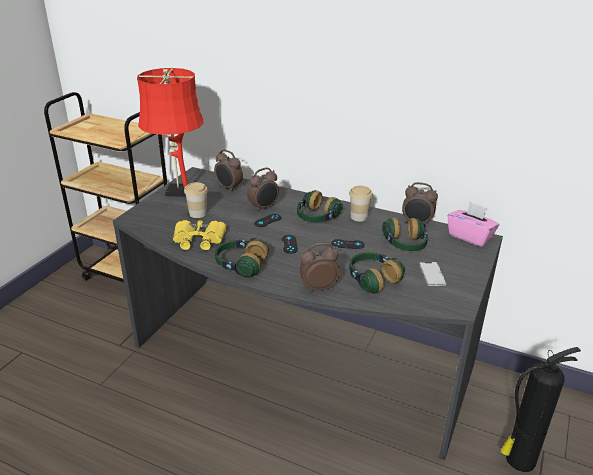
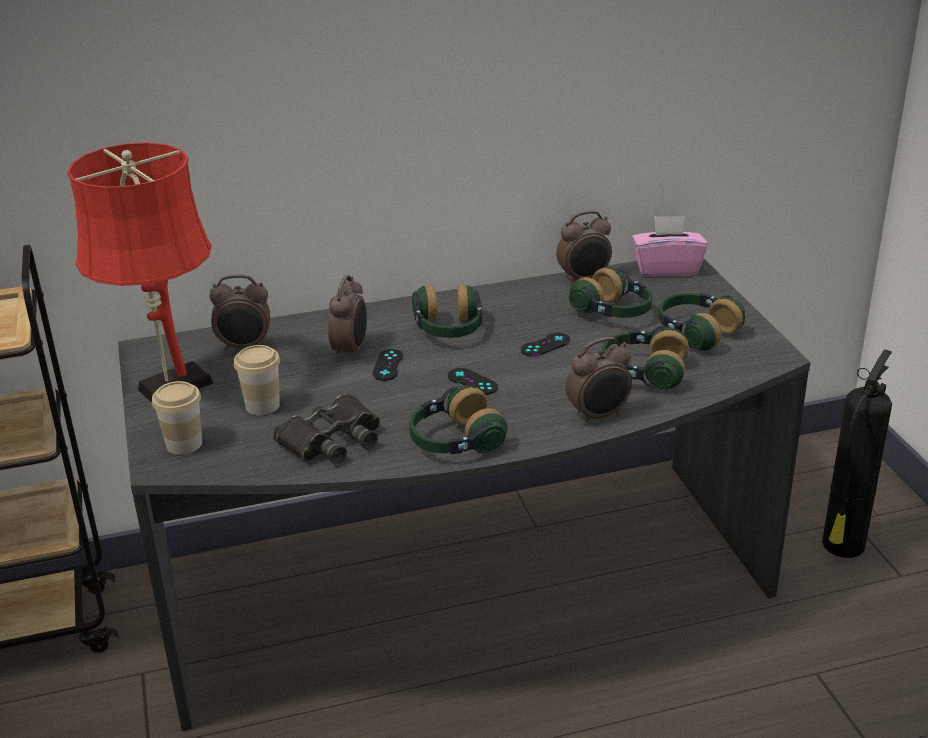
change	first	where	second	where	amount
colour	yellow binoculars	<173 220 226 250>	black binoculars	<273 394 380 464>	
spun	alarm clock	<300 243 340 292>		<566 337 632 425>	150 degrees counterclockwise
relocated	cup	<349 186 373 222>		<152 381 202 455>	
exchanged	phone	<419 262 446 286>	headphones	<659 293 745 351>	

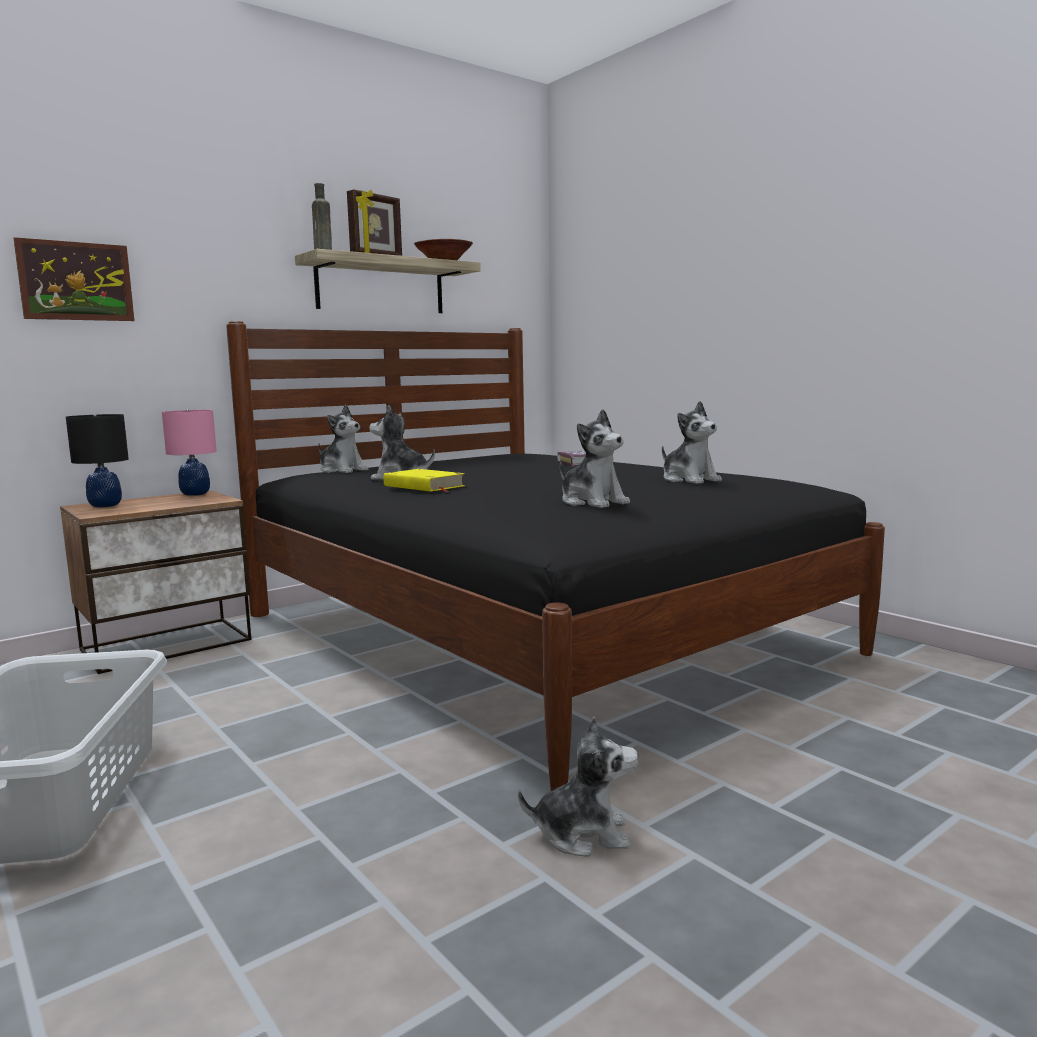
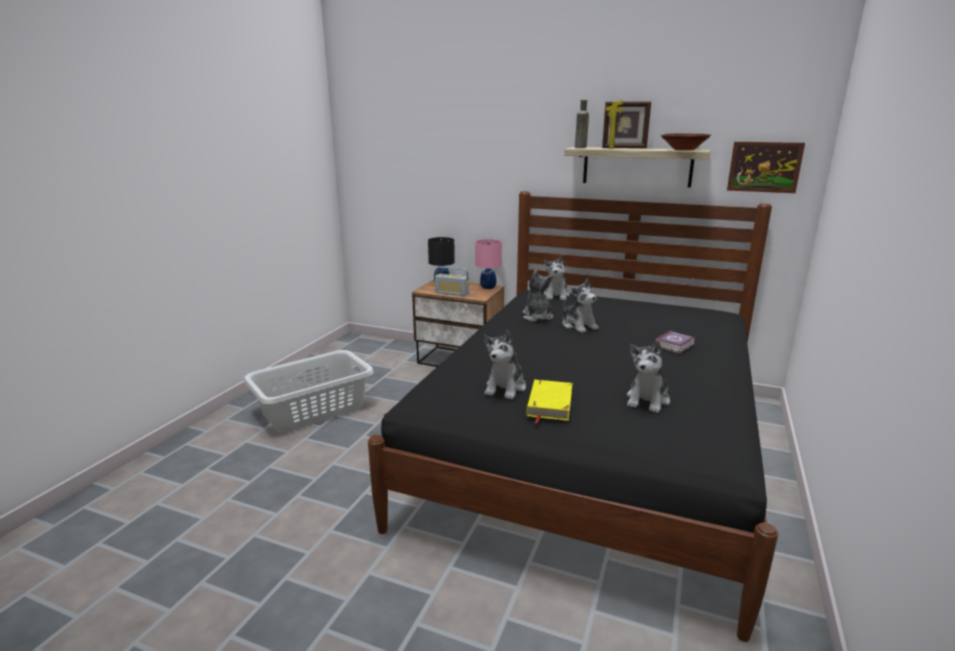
change	first	where	second	where	amount
relocated	picture	<14 237 135 321>		<727 142 805 193>	
relocated	yellow book	<383 469 465 492>		<526 380 572 423>	
relocated	plush toy	<518 716 638 857>		<562 278 599 333>	
appeared			radio	<435 266 469 296>	

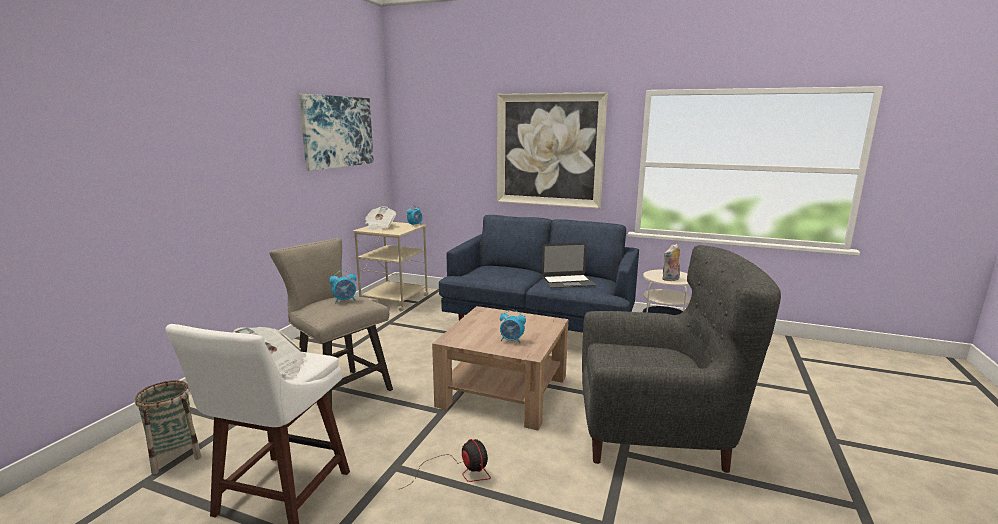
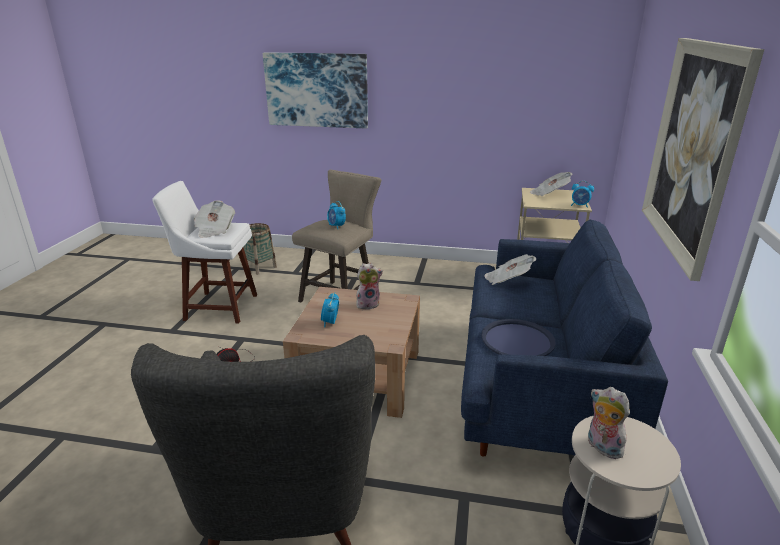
change	first	where	second	where	amount
relocated	picture	<299 94 374 171>		<263 52 368 128>	
exchanged	laptop	<542 242 596 288>	blue tray	<481 319 556 356>	
appeared			plush toy	<356 263 383 309>	
appeared			newspaper	<484 254 536 285>	

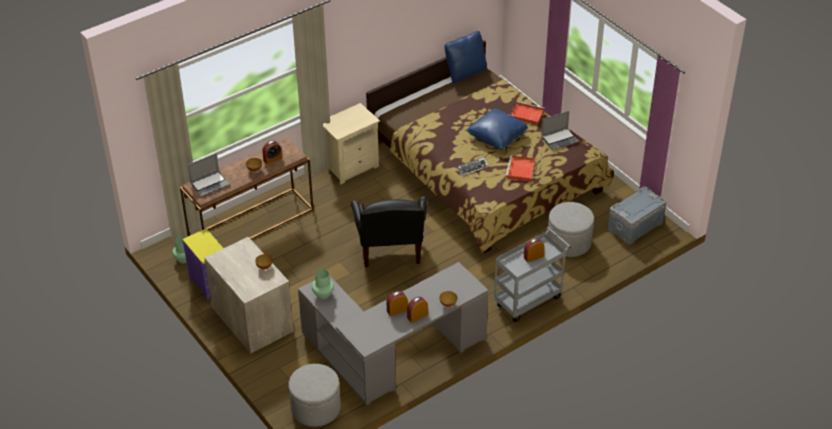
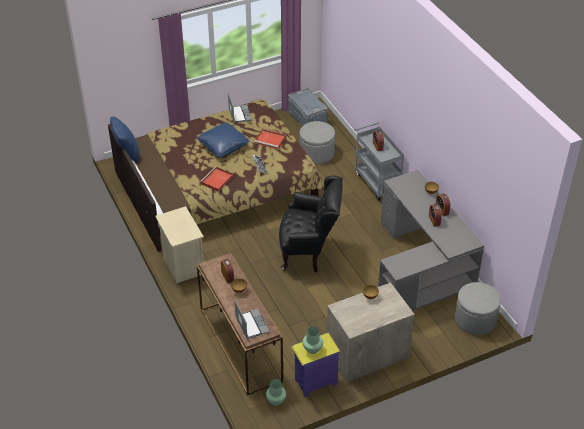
change	first	where	second	where	amount
relocated	green vase	<312 269 334 299>		<302 327 323 354>	
relocated	red tray	<510 101 545 125>		<200 167 233 192>	

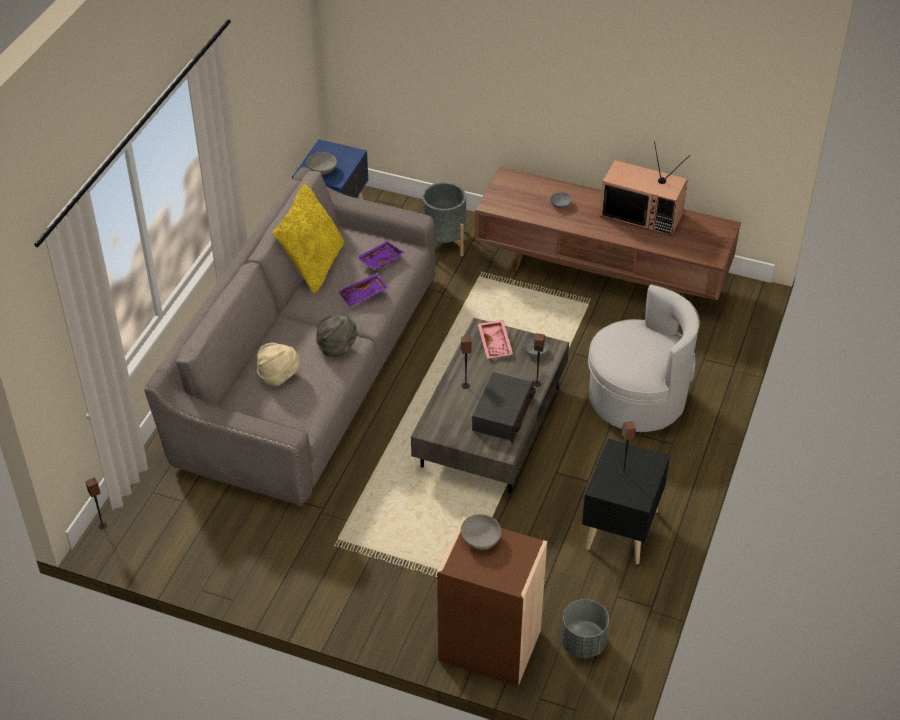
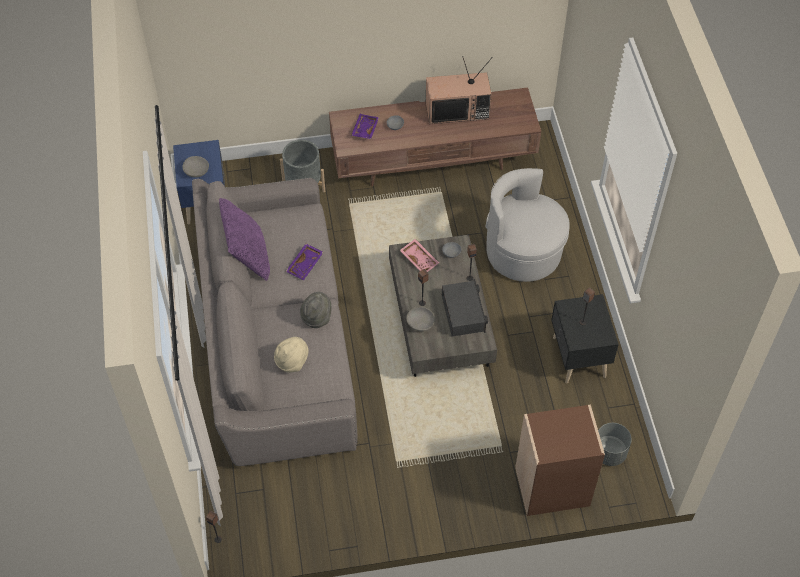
change	first	where	second	where	amount
colour	yellow pillow	<273 184 344 293>	purple pillow	<219 198 270 281>	
relocated	purple tray	<356 241 405 270>		<351 114 379 139>	
relocated	grey bowl	<461 514 501 550>		<406 307 435 331>	
spun	white armchair	<588 284 700 433>		<486 168 570 282>	105 degrees counterclockwise

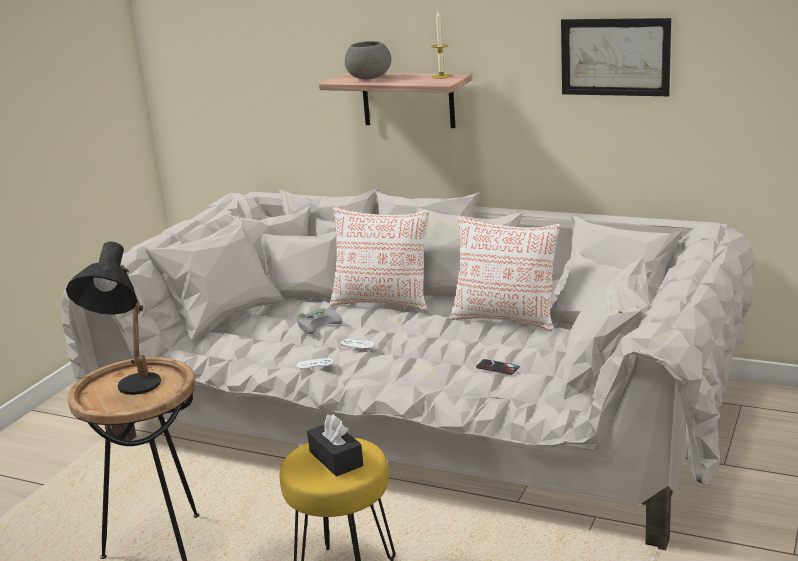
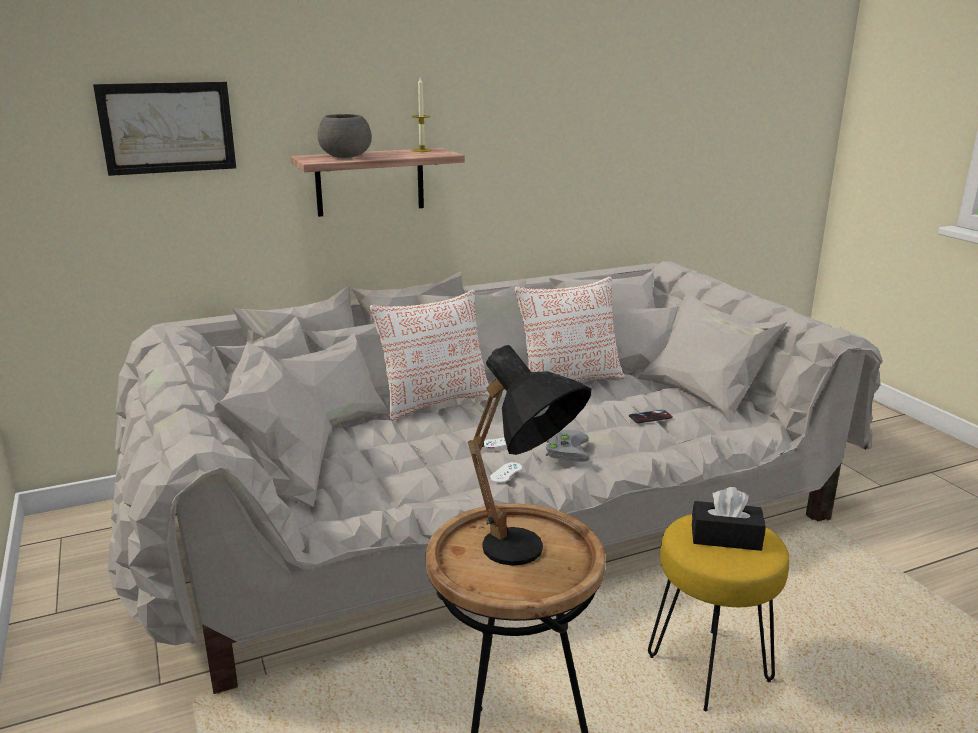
change	first	where	second	where	amount
relocated	grey game controller	<296 308 342 334>		<546 430 590 462>	
relocated	picture	<561 18 671 96>		<93 82 236 176>	

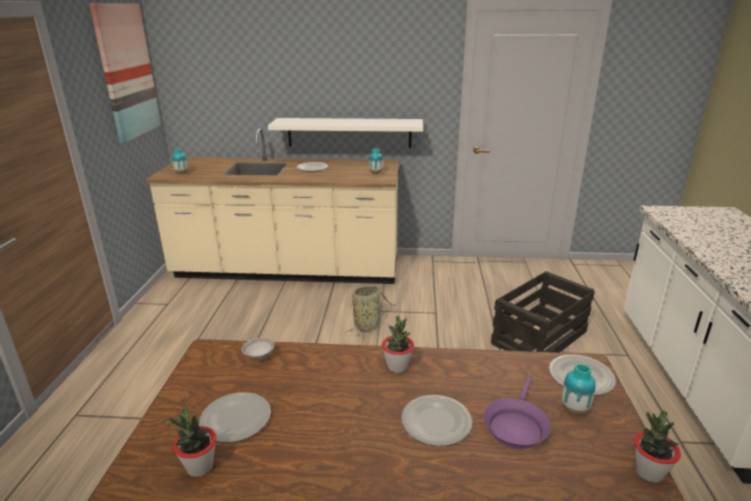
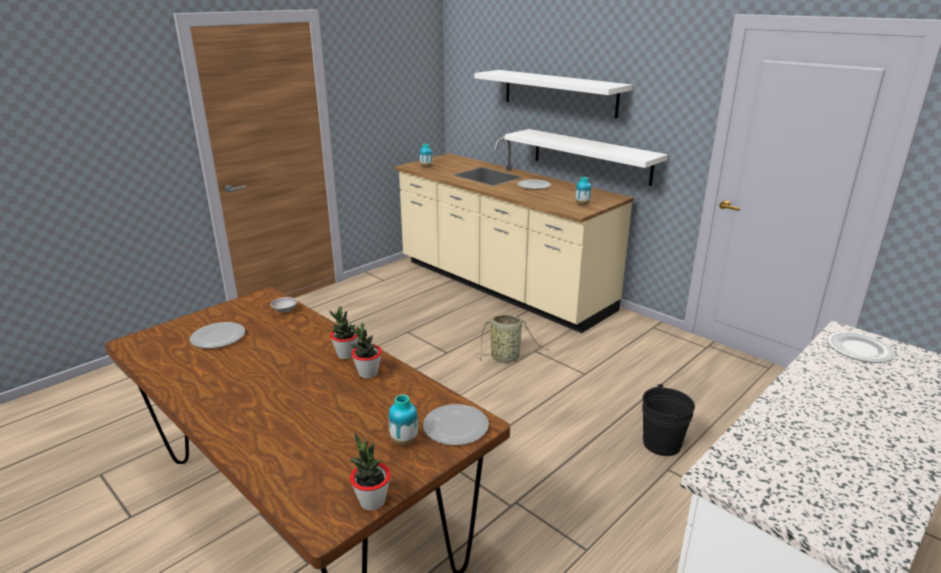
change	first	where	second	where	amount
missing	picture	<89 3 161 143>			
relocated	potted plant	<168 408 216 477>		<350 323 382 379>	
relocated	plate	<401 395 472 446>		<827 332 896 363>	
missing	purple frying pan	<484 377 551 449>			
exchanged	crate	<491 271 595 353>	black bucket	<642 384 695 456>	
appeared			white shelf	<474 70 632 119>	

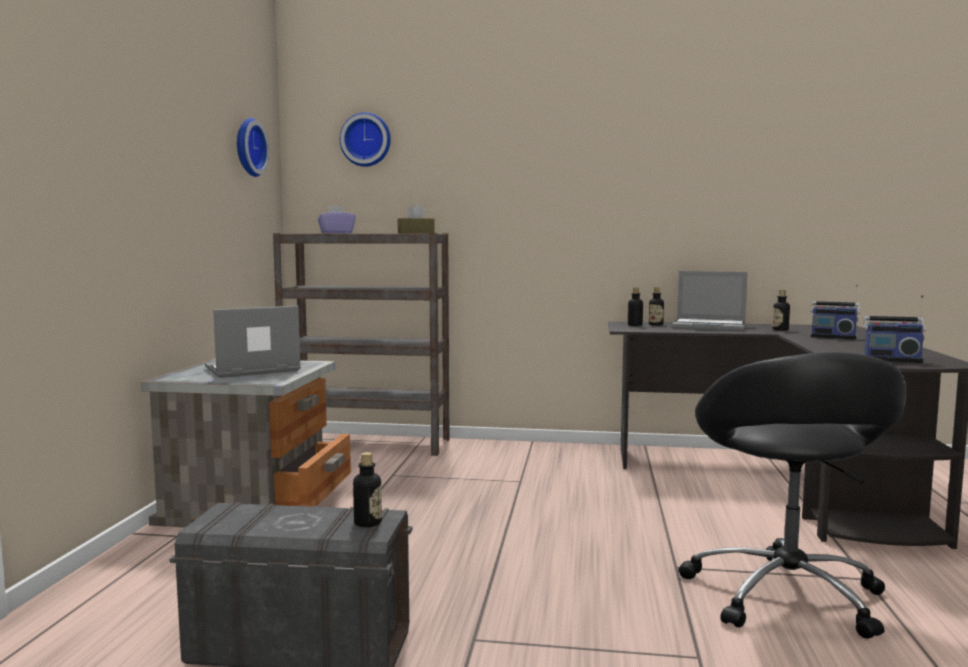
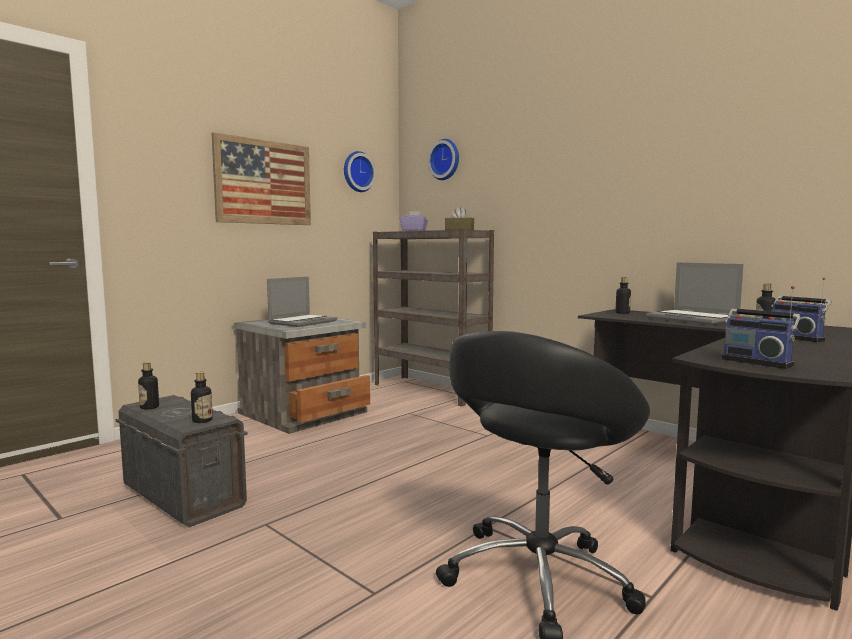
change	first	where	second	where	amount
spun	laptop	<205 306 301 378>		<267 277 337 327>	120 degrees clockwise
relocated	bottle	<649 287 664 326>		<138 362 159 409>	
appeared			picture	<212 132 311 225>	

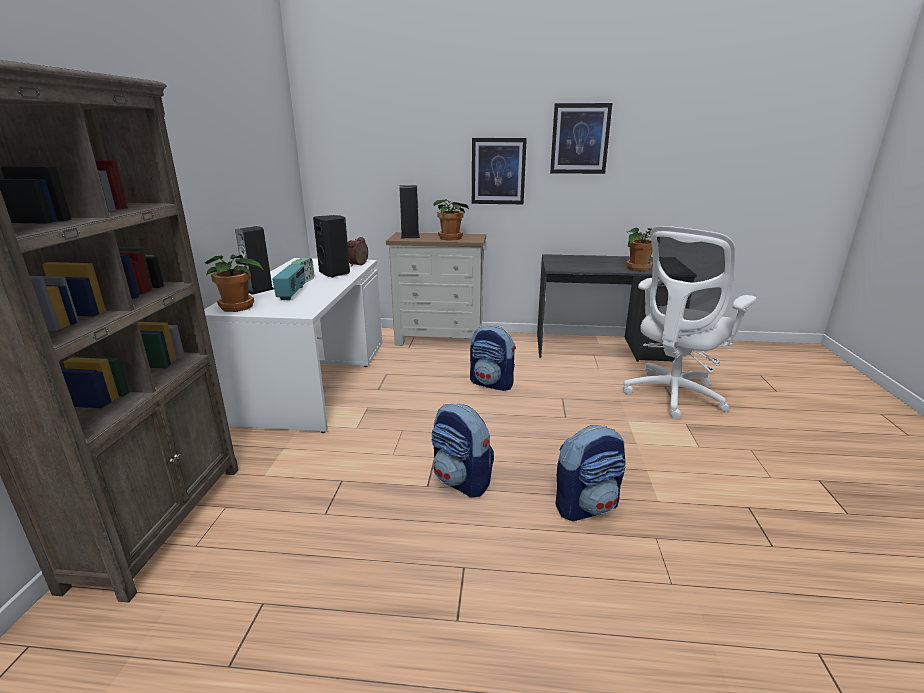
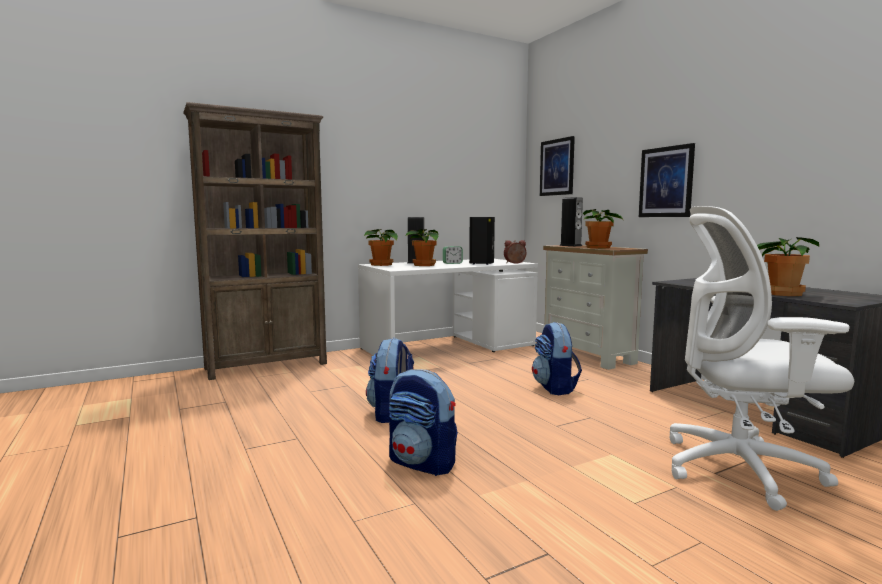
change	first	where	second	where	amount
exchanged	radio	<272 264 305 300>	potted plant	<405 229 438 266>	
relocated	picture	<550 103 612 174>		<540 136 575 196>	

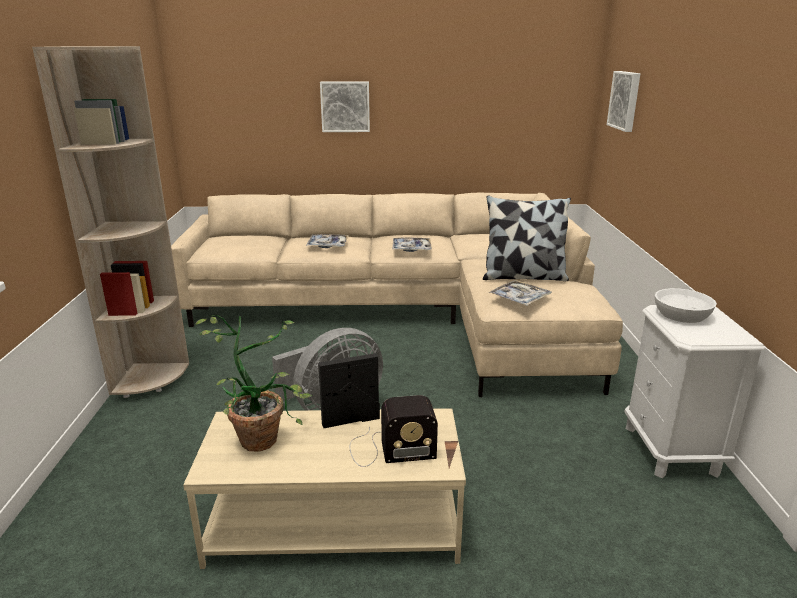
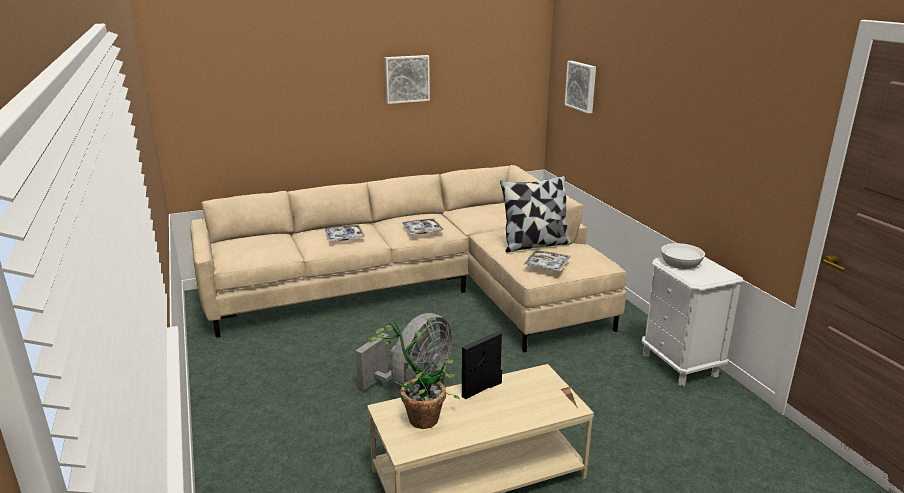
change	first	where	second	where	amount
missing	beige bookcase	<32 46 189 398>			
relocated	picture	<320 81 370 132>		<384 55 430 104>	
missing	radio	<350 395 438 467>			

